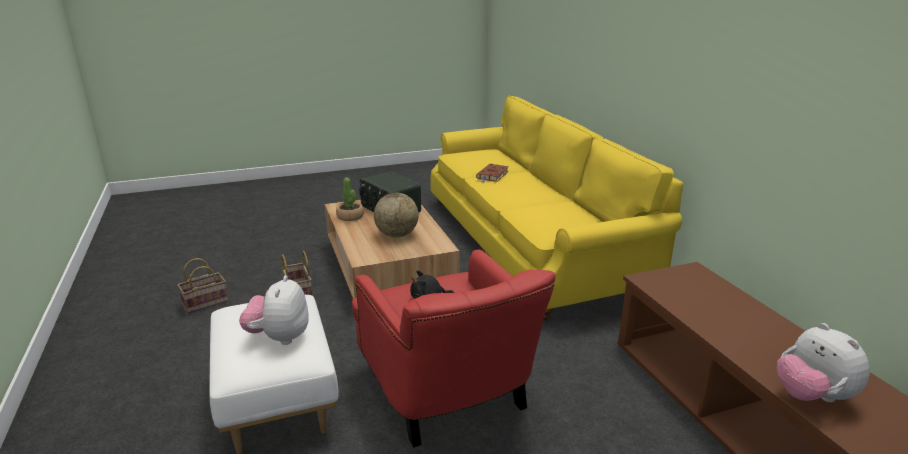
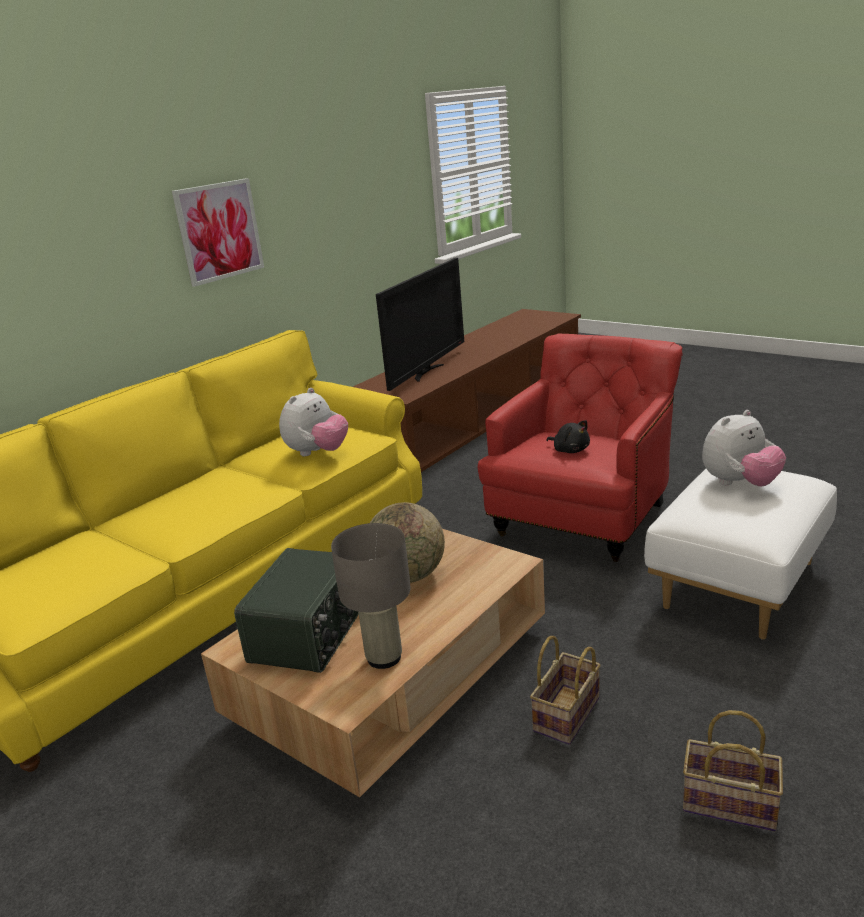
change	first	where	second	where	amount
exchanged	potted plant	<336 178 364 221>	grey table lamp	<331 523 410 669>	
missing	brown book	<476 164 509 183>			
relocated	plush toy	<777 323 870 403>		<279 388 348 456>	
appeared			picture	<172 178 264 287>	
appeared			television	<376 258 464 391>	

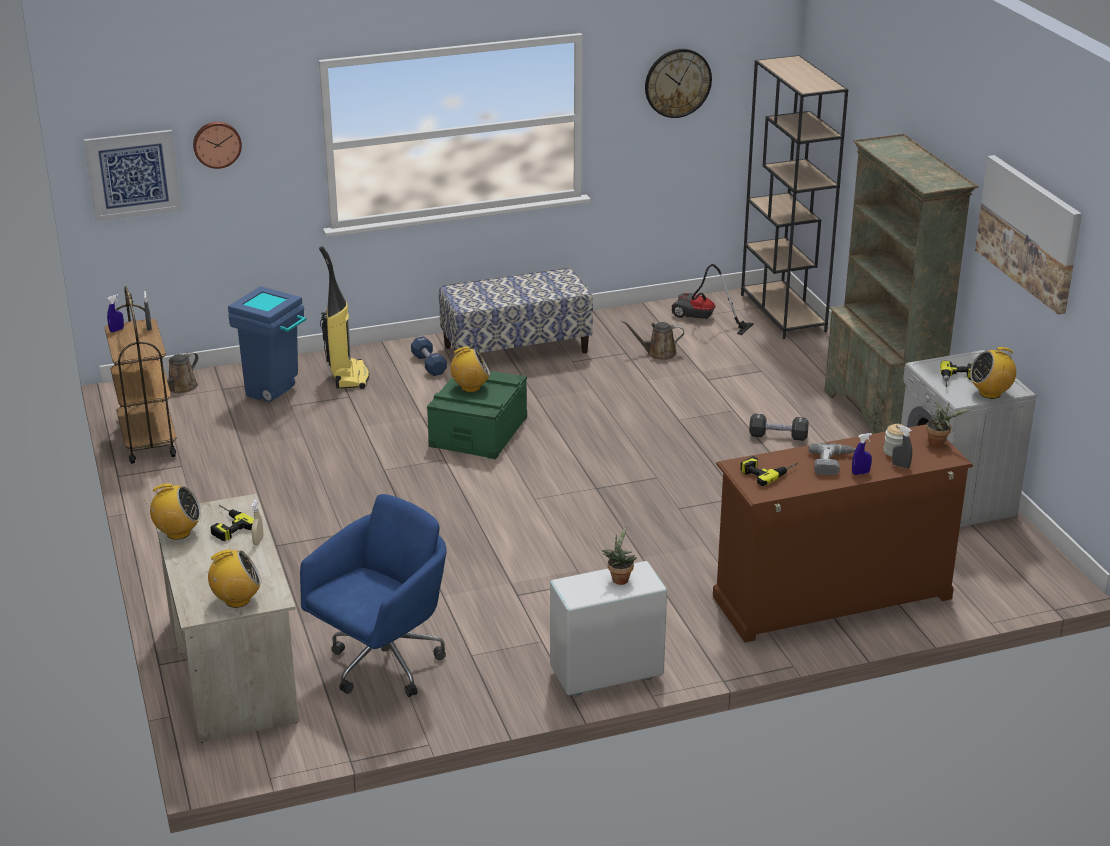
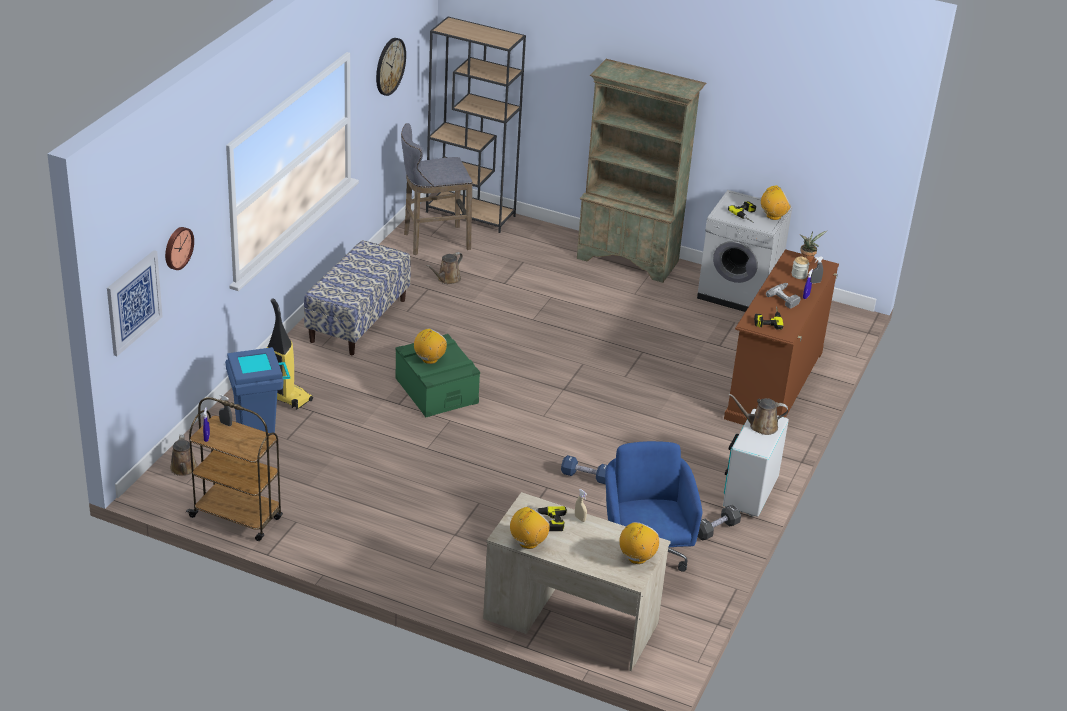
change	first	where	second	where	amount
relocated	blue dumbbell	<411 336 447 376>		<561 455 607 485>	
exchanged	potted plant	<602 524 637 585>	brown watering can	<729 394 788 435>	
exchanged	vacuum cleaner	<671 264 754 335>	grey stool	<401 123 473 255>	
relocated	black dumbbell	<749 414 809 441>		<698 505 741 541>	
spun	radio	<970 347 1016 399>		<761 185 791 220>	135 degrees counterclockwise
missing	picture	<975 155 1082 314>			

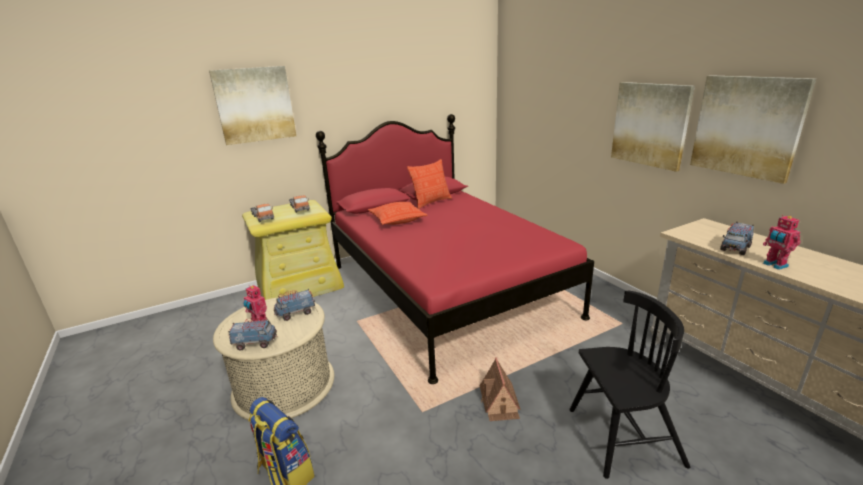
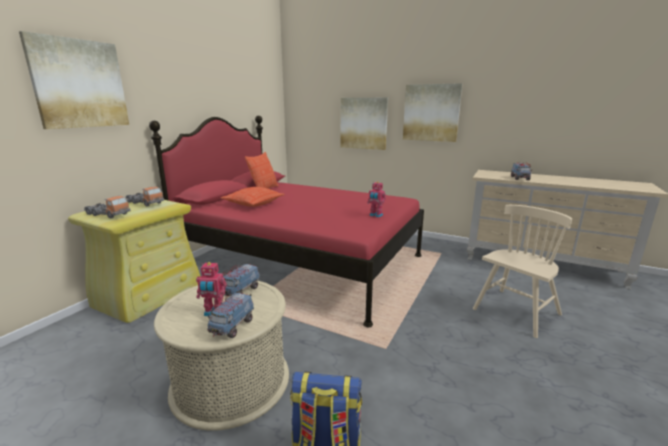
change	first	where	second	where	amount
spun	toy truck	<228 317 277 350>		<207 291 254 338>	150 degrees clockwise
missing	toy house	<480 357 521 421>			
colour	black chair	<569 290 690 479>	beige chair	<473 205 572 338>	
relocated	picture	<690 75 816 184>		<340 98 388 150>	
relocated	toy robot	<763 215 801 270>		<367 181 386 217>	

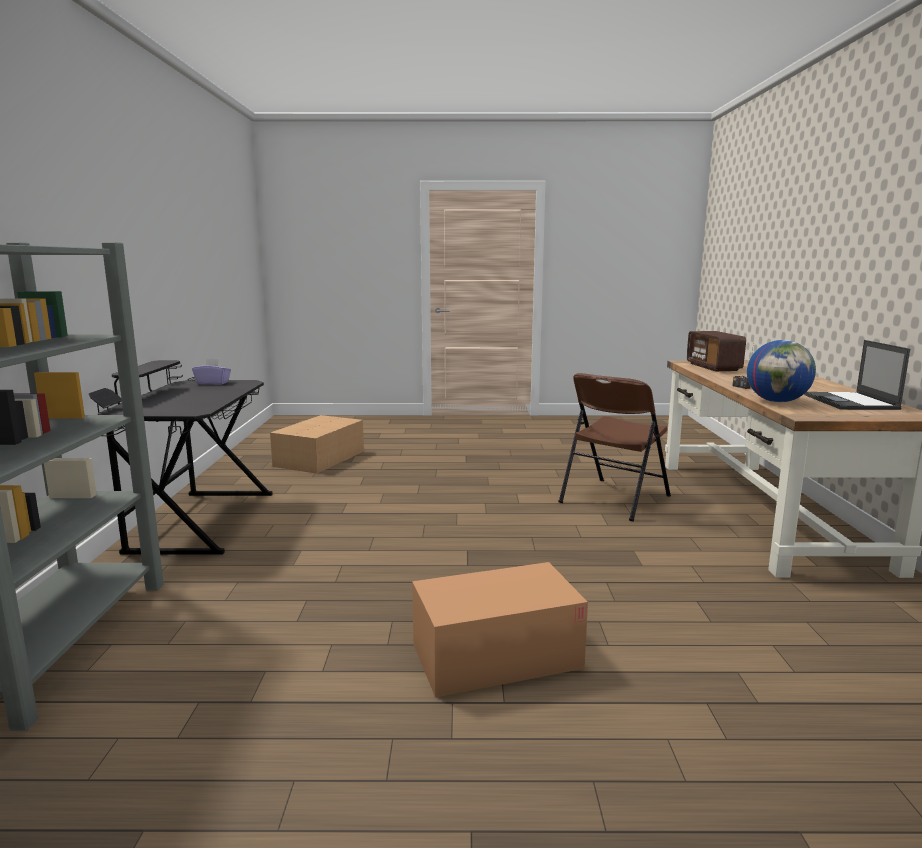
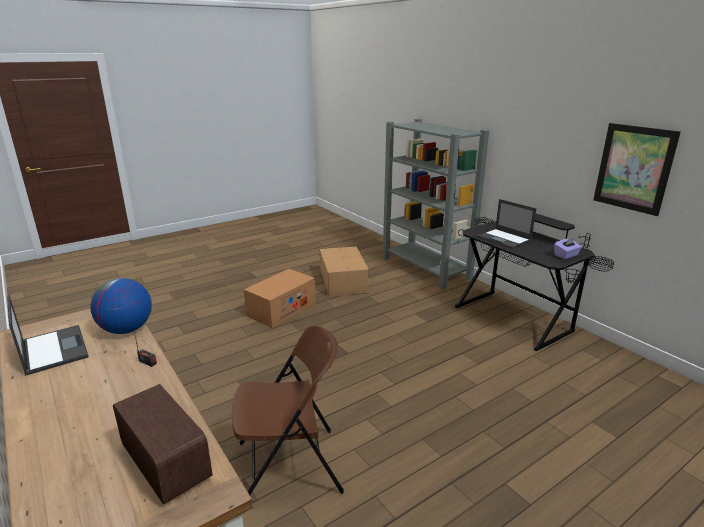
change	first	where	second	where	amount
relocated	cardboard box	<270 415 364 474>		<320 246 369 297>	
spun	brown chair	<558 373 671 522>		<232 325 344 495>	75 degrees clockwise
appeared			laptop	<477 199 536 249>	
appeared			picture	<593 123 681 216>	

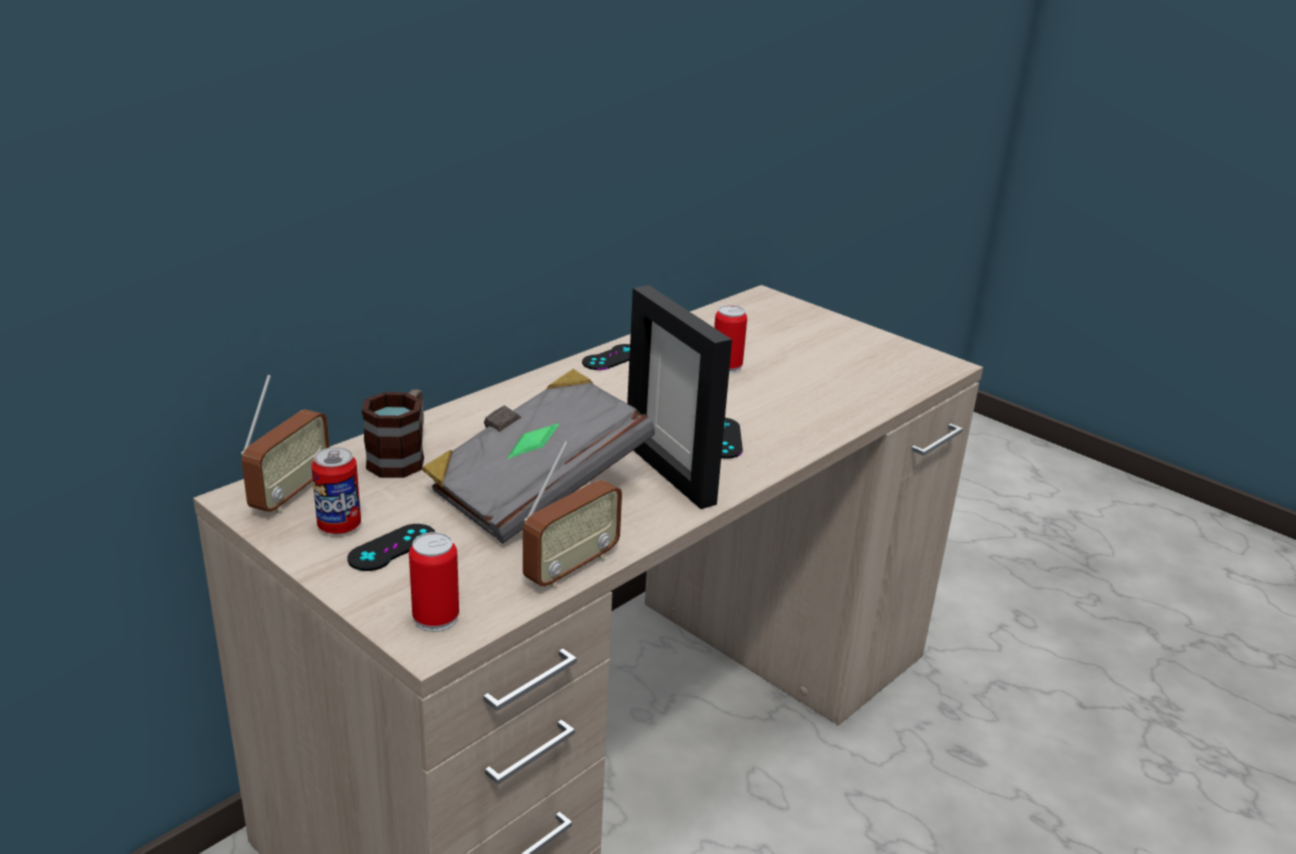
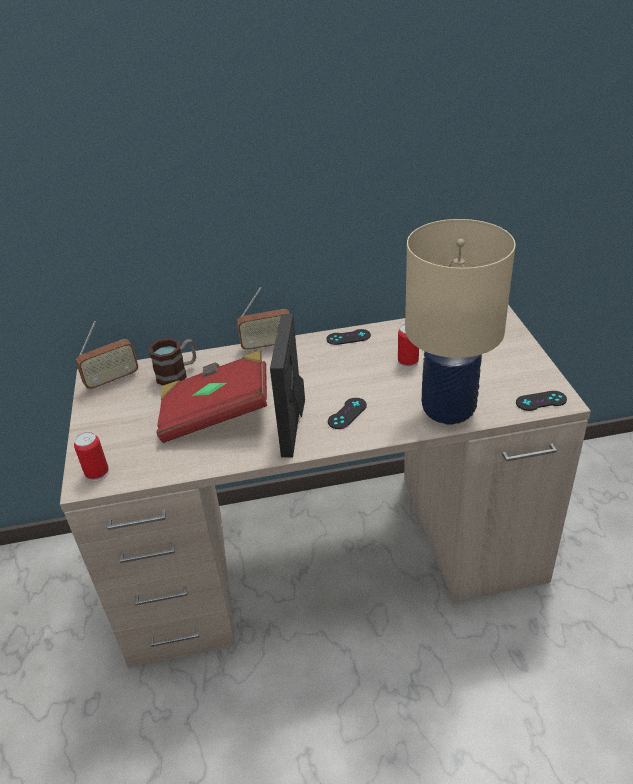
change	first	where	second	where	amount
missing	can	<311 447 361 534>			
relocated	black game controller	<347 524 435 571>		<516 391 567 411>	
colour	grey book	<422 369 655 544>	red book	<156 350 267 443>	
relocated	radio	<523 441 622 589>		<237 287 290 352>	
appeared			beige table lamp	<405 219 515 425>	

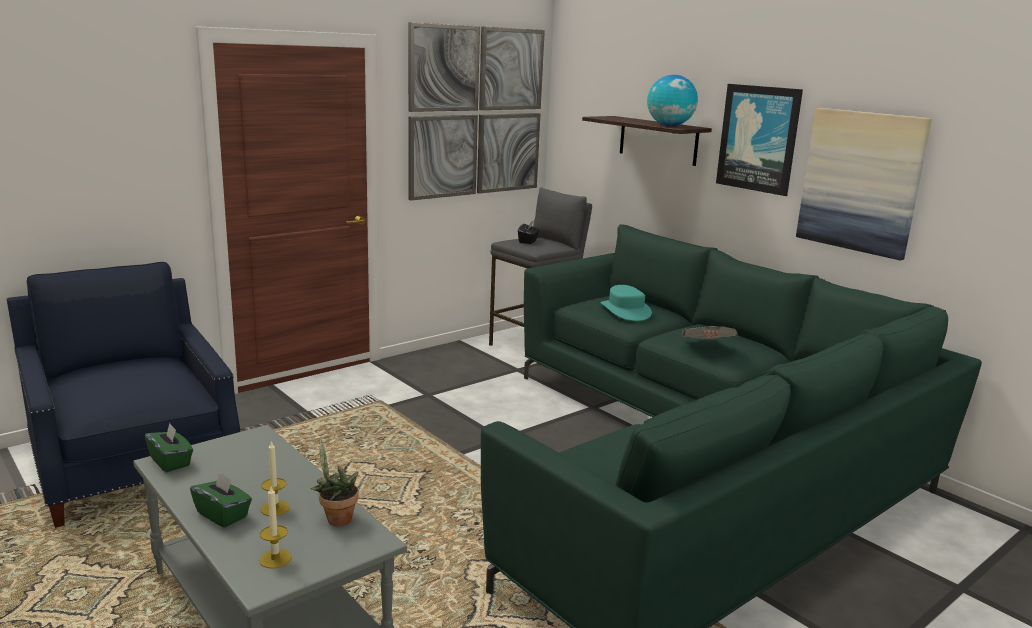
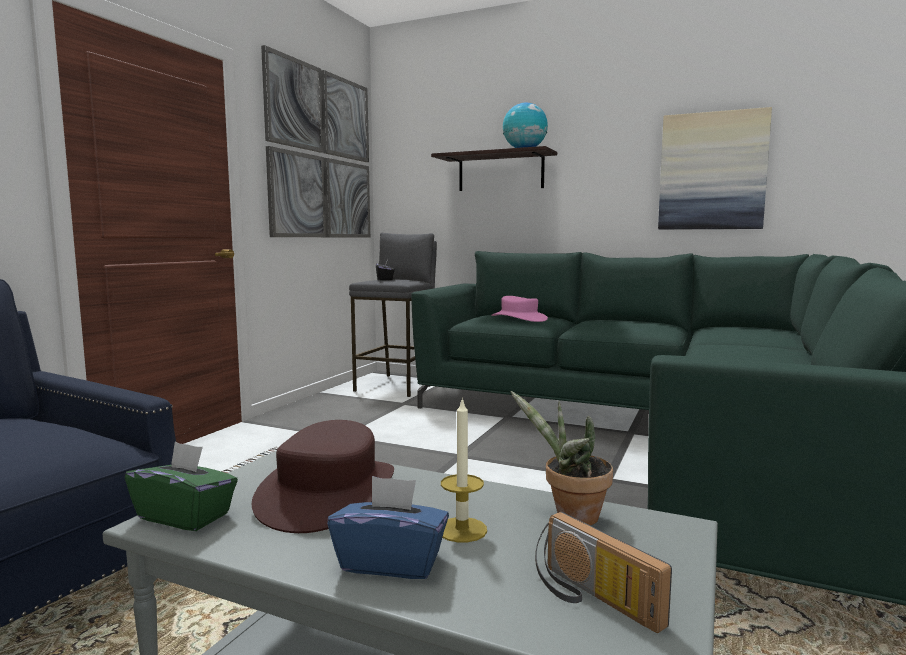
change	first	where	second	where	amount
colour	green tissue box	<190 472 252 528>	blue tissue box	<327 476 449 579>	
exchanged	candle	<259 486 292 569>	radio	<535 512 672 633>	
colour	turquoise hat	<600 285 652 321>	pink hat	<491 296 548 322>	
missing	newspaper	<682 326 738 339>			
missing	picture	<716 84 803 196>			
appeared			brown hat	<252 420 394 533>	

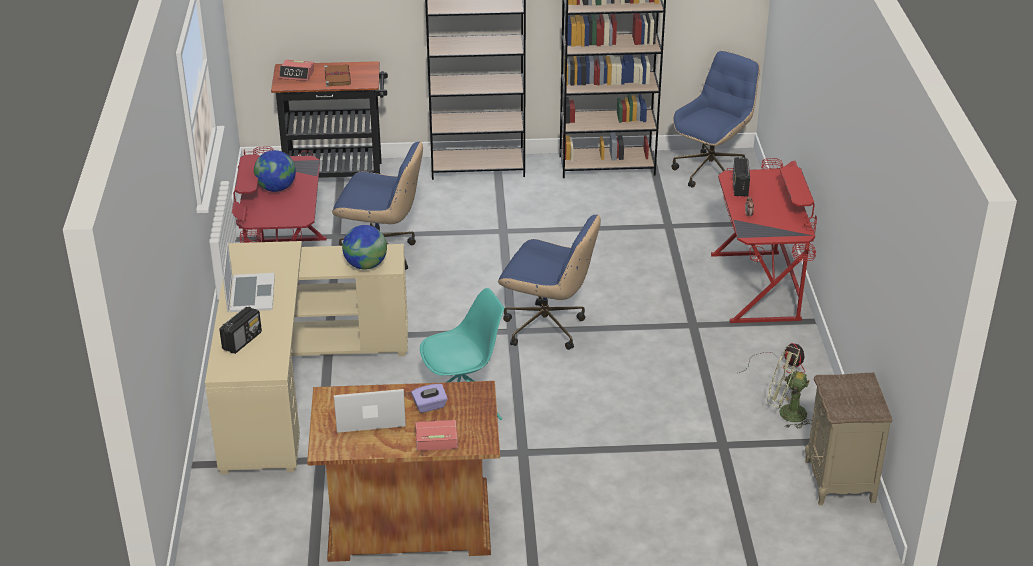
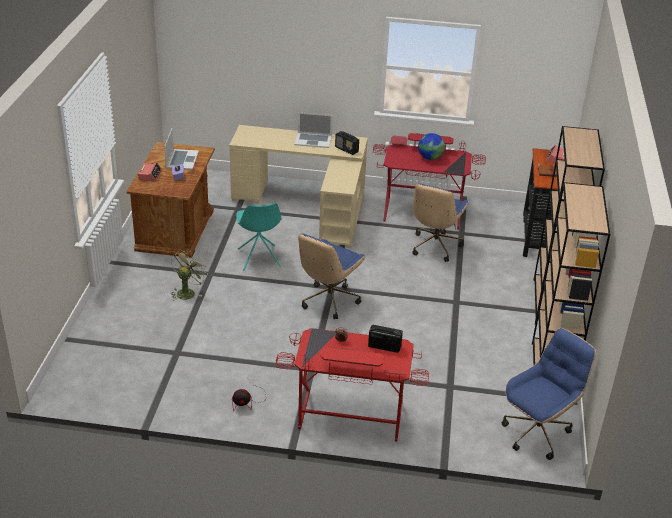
change	first	where	second	where	amount
relocated	radio	<219 307 262 354>		<335 131 359 155>	
missing	globe	<342 225 387 269>			
spun	blue office chair	<671 51 760 188>		<502 328 596 460>	90 degrees counterclockwise
relocated	green fan	<767 346 810 429>		<171 250 208 300>	
missing	beige nightstand	<805 373 892 506>			

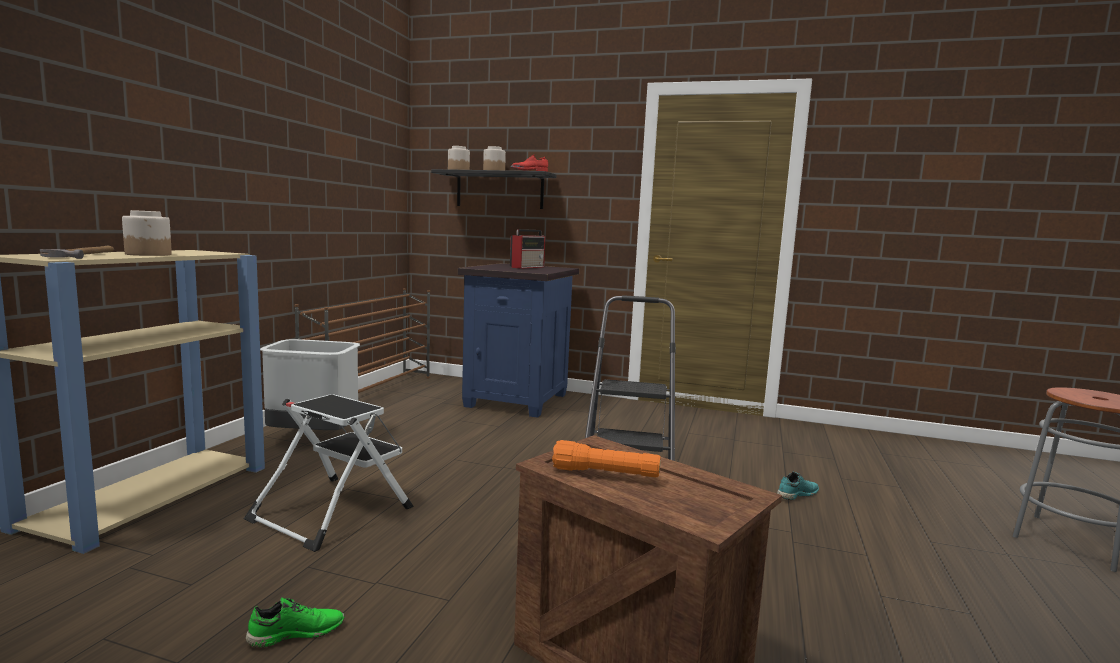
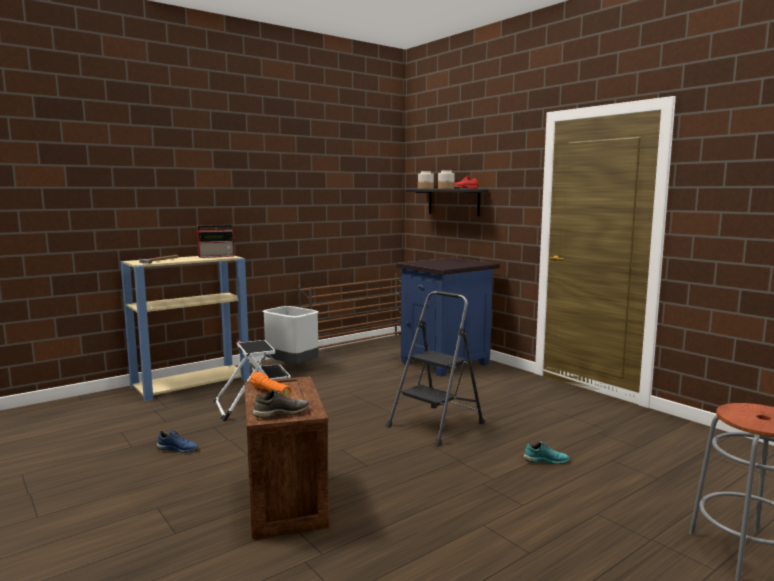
change	first	where	second	where	amount
missing	jar	<122 210 172 256>			
colour	green shoe	<246 597 345 647>	blue shoe	<156 430 198 453>	
relocated	radio	<510 229 545 269>		<197 225 235 258>	
appeared			grey shoe	<253 389 310 418>	

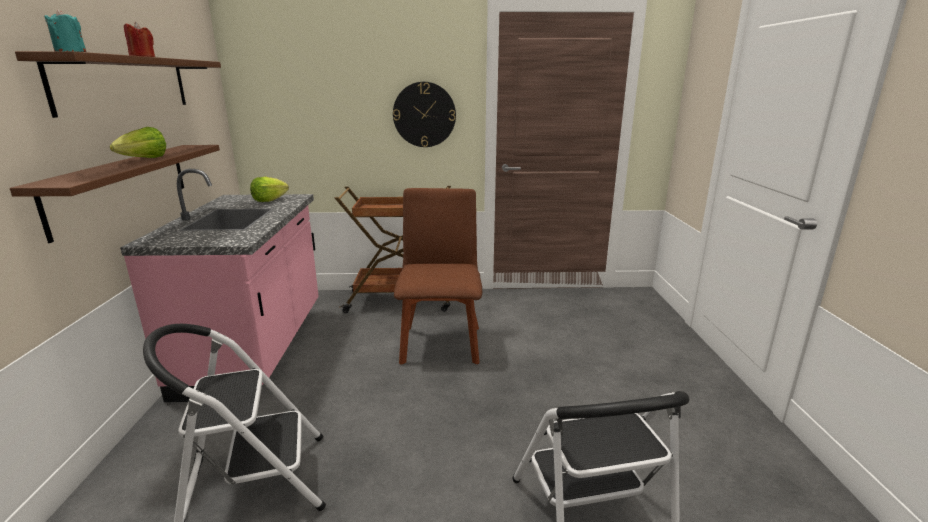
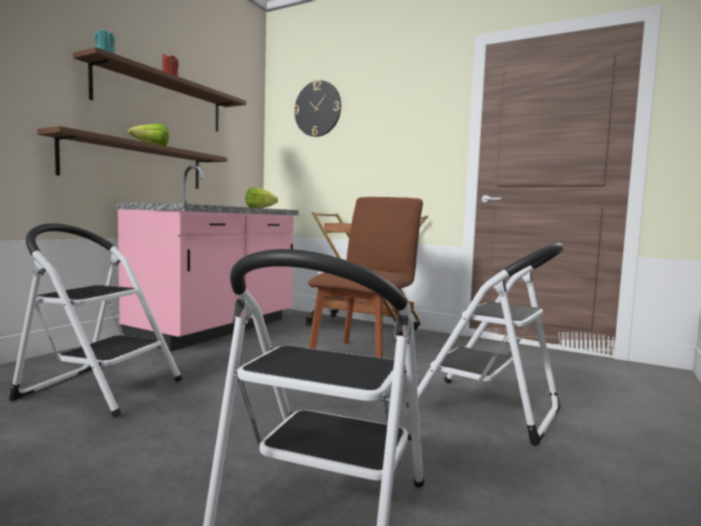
change	first	where	second	where	amount
relocated	wall clock	<393 82 456 147>		<294 80 341 137>	
appeared			step ladder	<406 243 563 446>	

